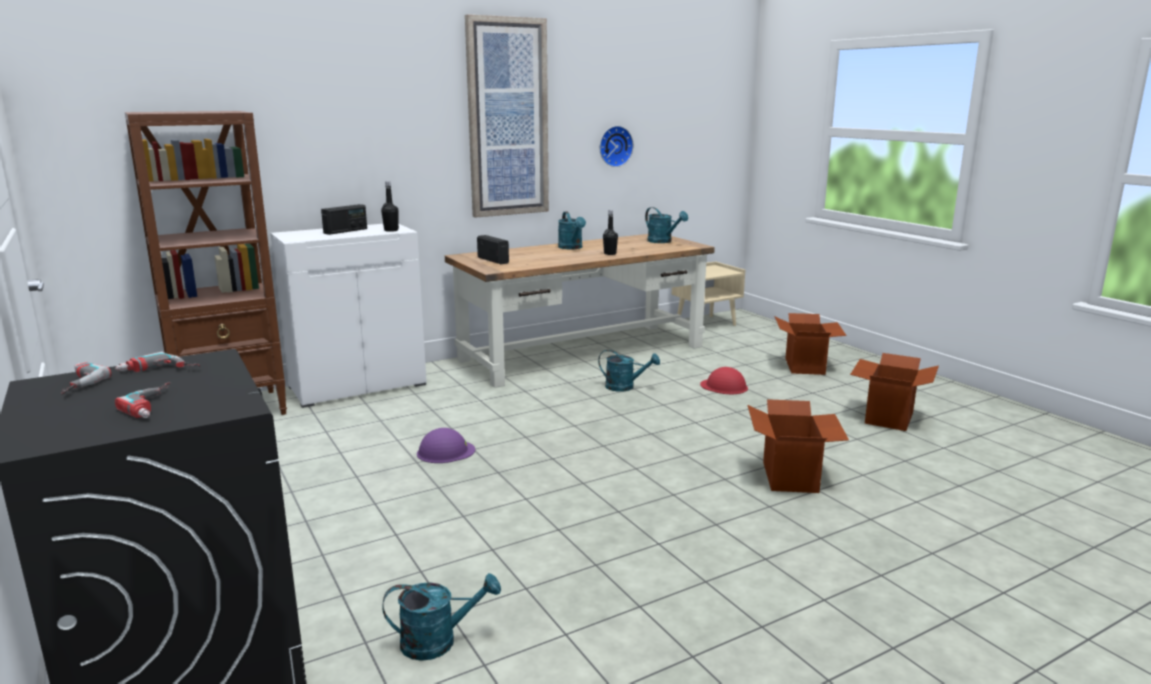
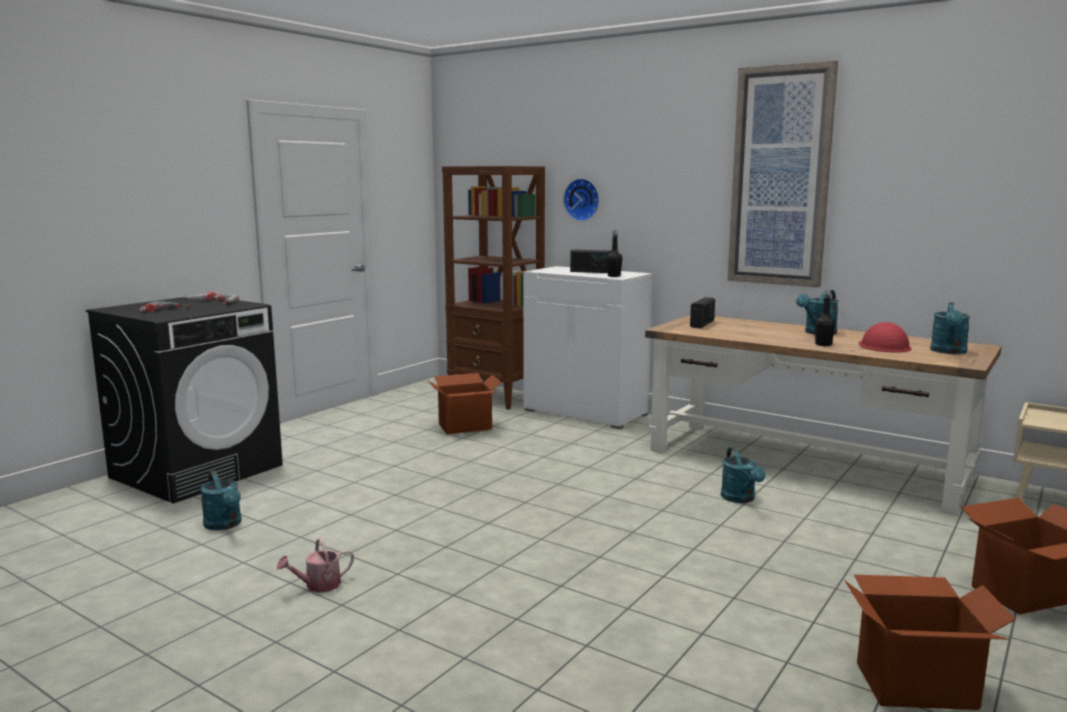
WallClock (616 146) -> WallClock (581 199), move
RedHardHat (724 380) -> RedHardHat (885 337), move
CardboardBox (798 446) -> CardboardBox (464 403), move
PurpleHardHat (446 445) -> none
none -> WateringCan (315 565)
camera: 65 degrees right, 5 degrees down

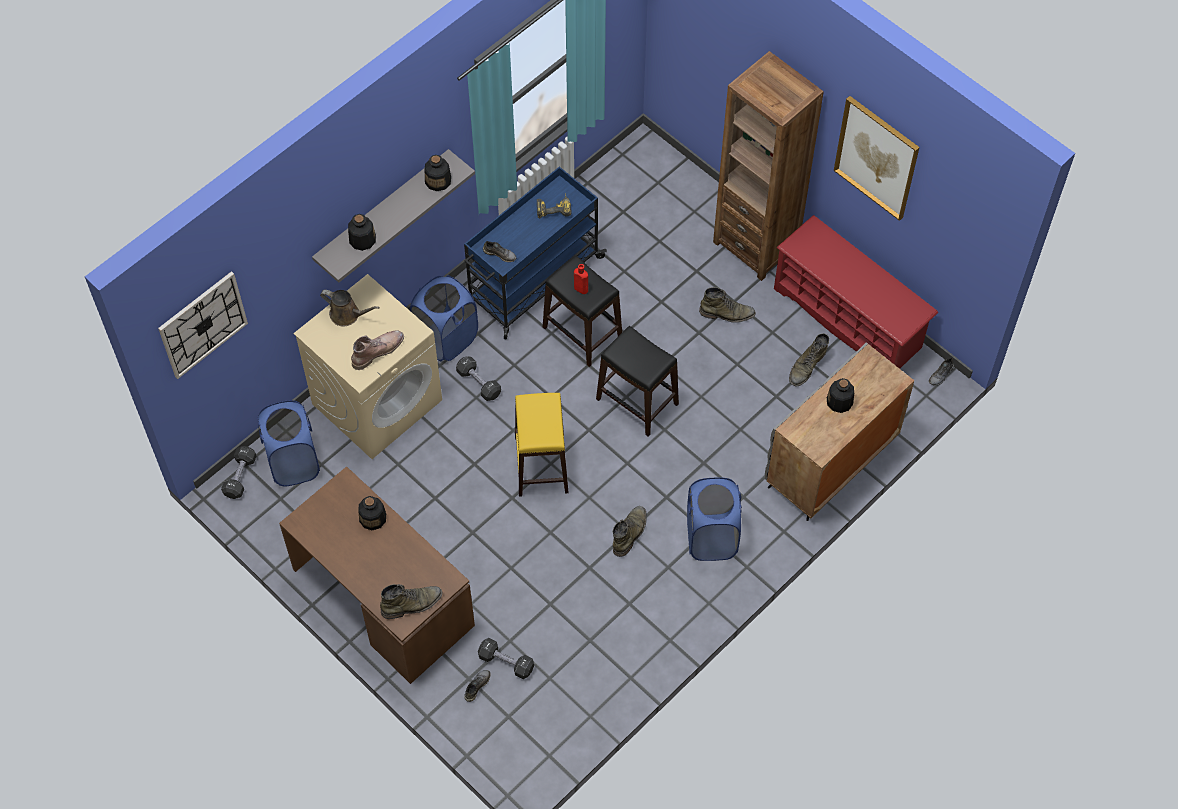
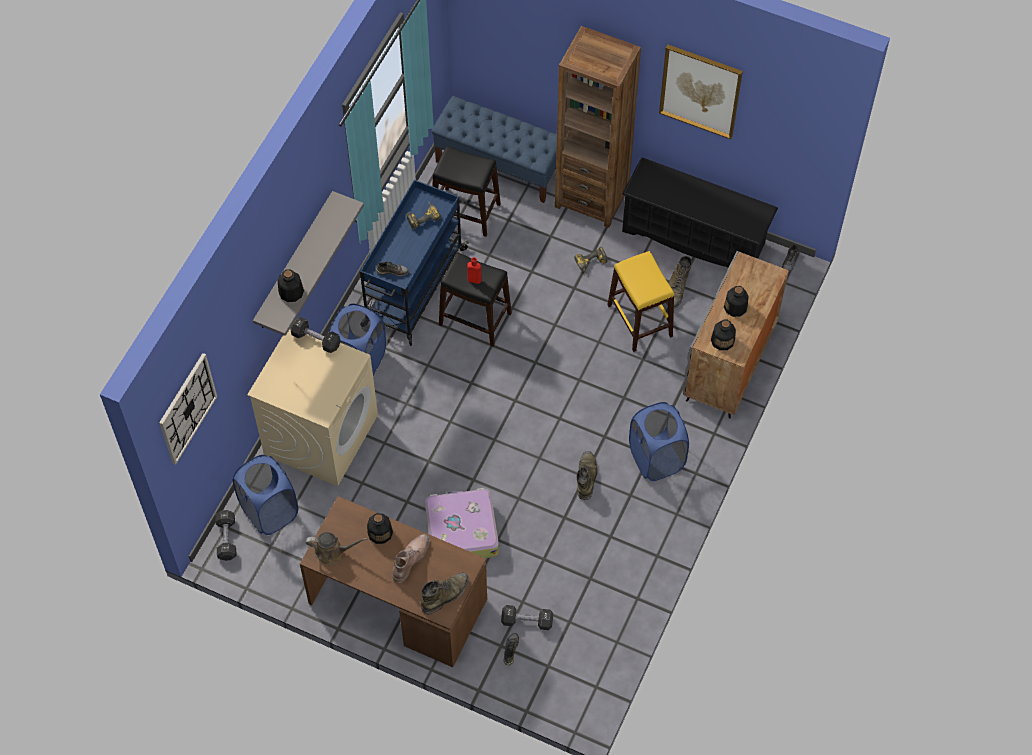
Bottle (438 173) -> Bottle (723 335), move
RedShoeRack (856 292) -> BlackShoeRack (700 212)
GreenBoot (727 305) -> PowerDrill (591 261)
BrownWateringCan (350 308) -> BrownWateringCan (336 548), move
BlackStool (637 381) -> BlackStool (467 191), move
BrownBoot (377 350) -> BrownBoot (411 558), move
BlackDumbbell (478 378) -> BlackDumbbell (315 335), move
YellowStool (542 445) -> YellowStool (641 301), move
none -> BlueBench (494 149)
none -> Suitcase (462 523)
camera: 20 degrees left, 0 degrees up

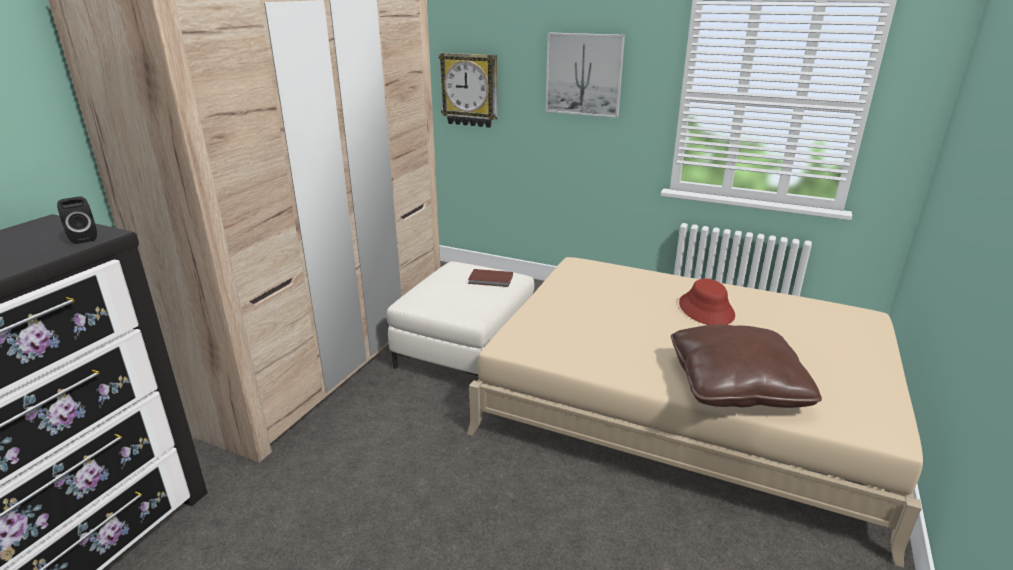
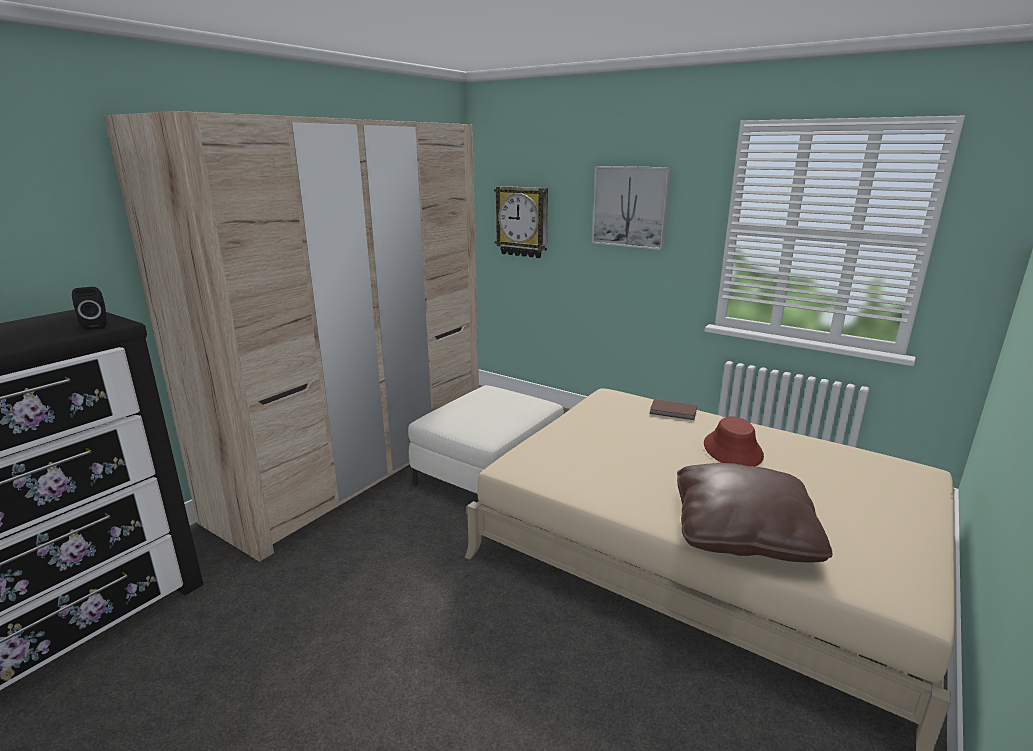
BrownBook (490 278) -> BrownBook (673 409), move
camera: 10 degrees right, 5 degrees down

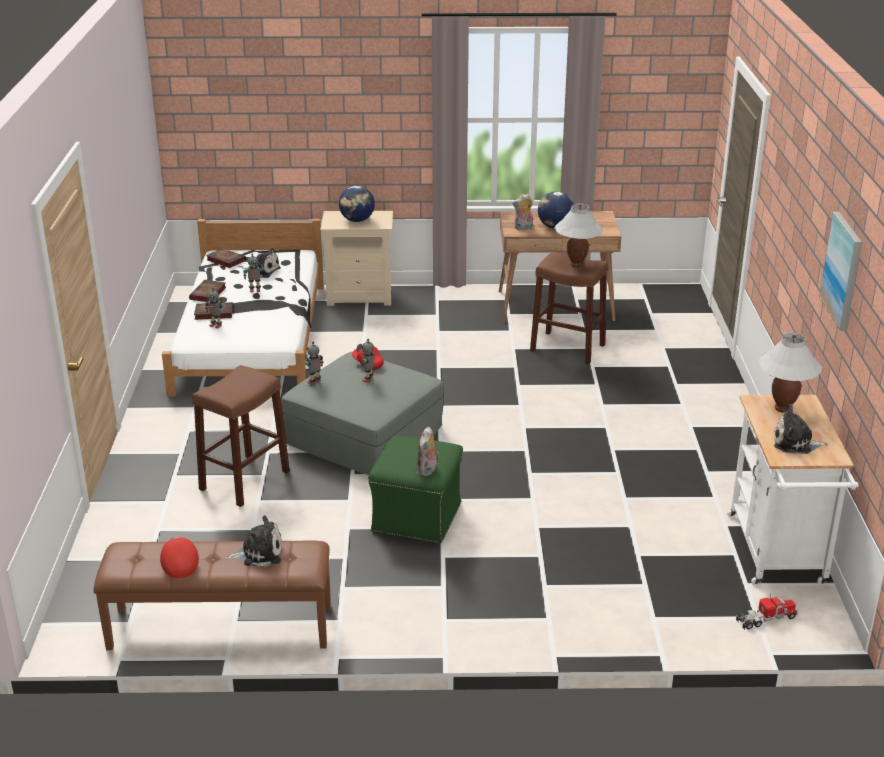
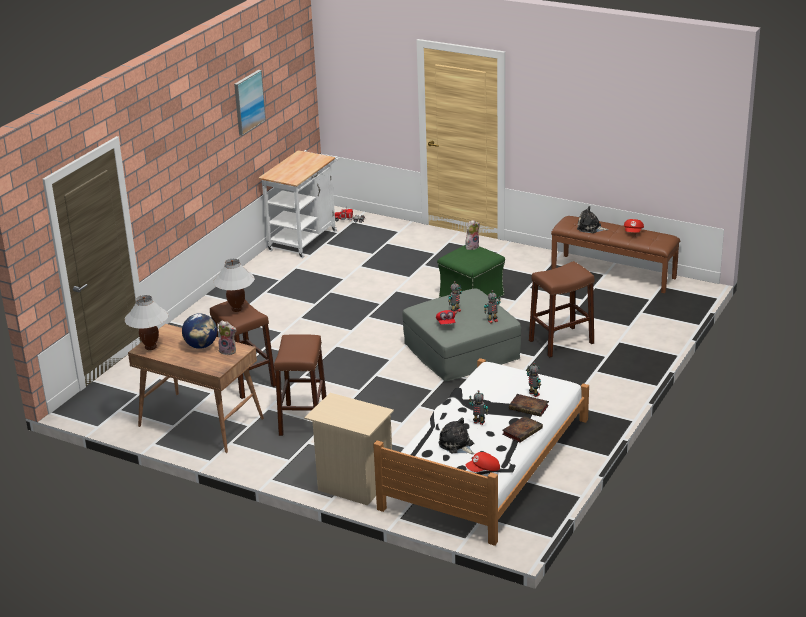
Globe (357 204) -> none
Book (226 258) -> RedCap (483 462)
WhiteTableLamp (790 373) -> WhiteTableLamp (146 322), move
PlushToy (801 429) -> none
none -> BrownStool (300 385)
camera: 150 degrees left, 0 degrees up

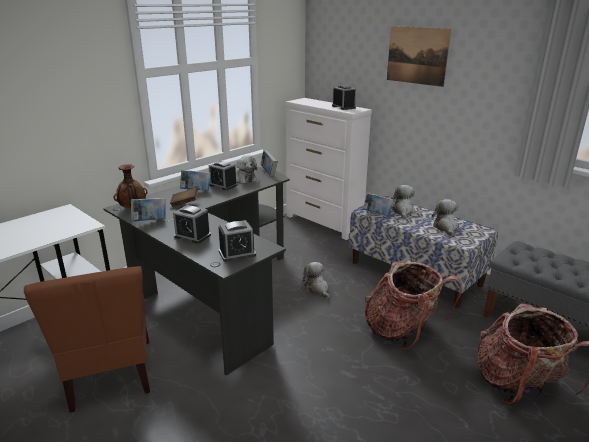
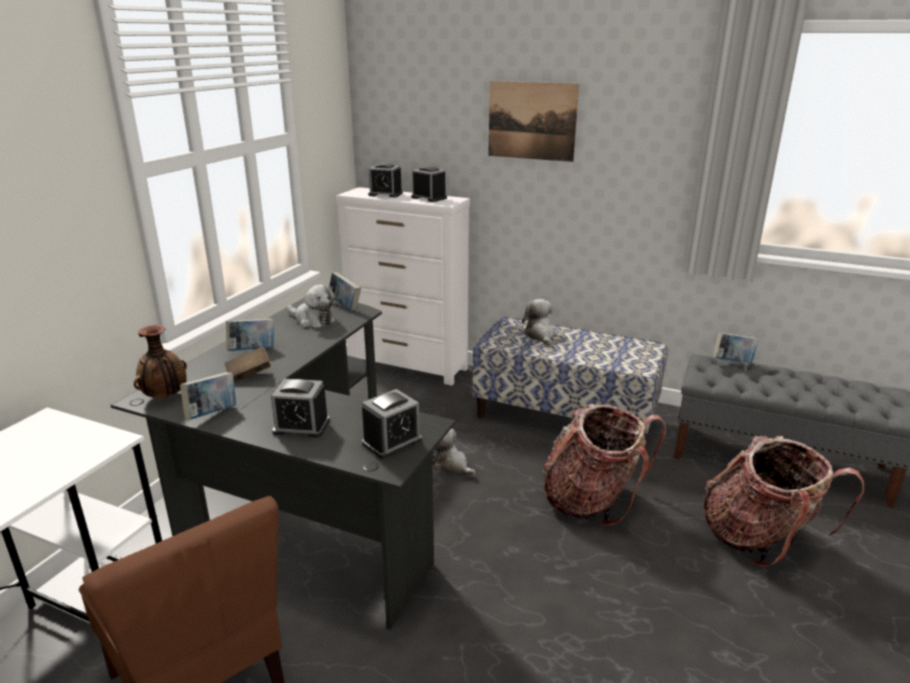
AlarmClock (223 175) -> AlarmClock (385 180), move
Book (378 204) -> Book (736 347), move
PlushToy (445 218) -> none
camera: 20 degrees left, 0 degrees up

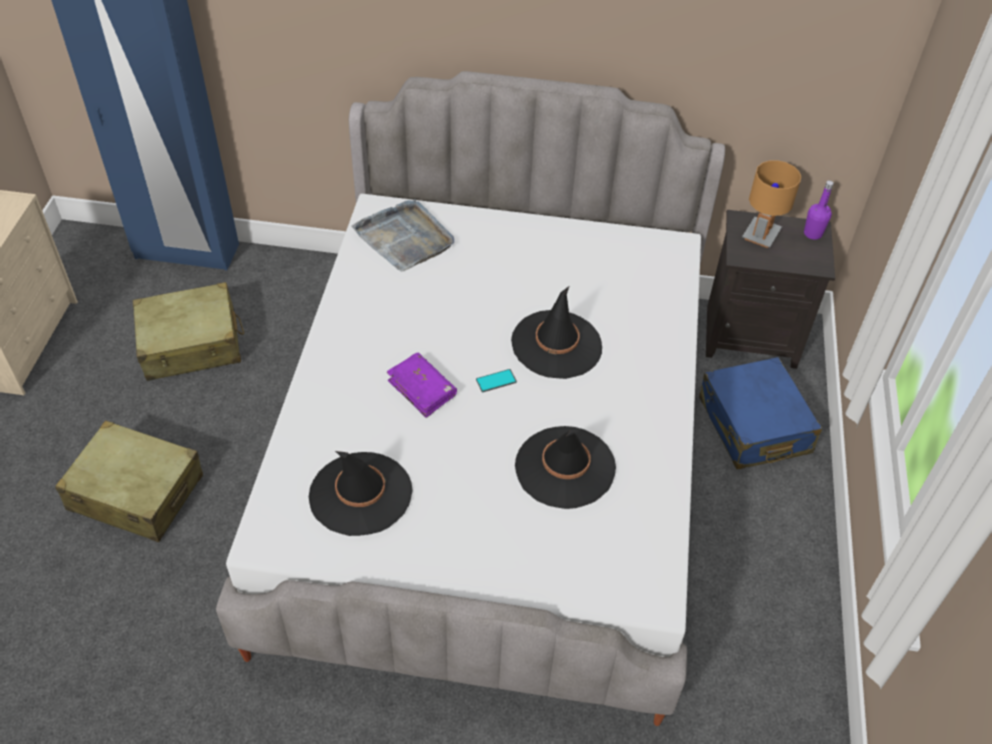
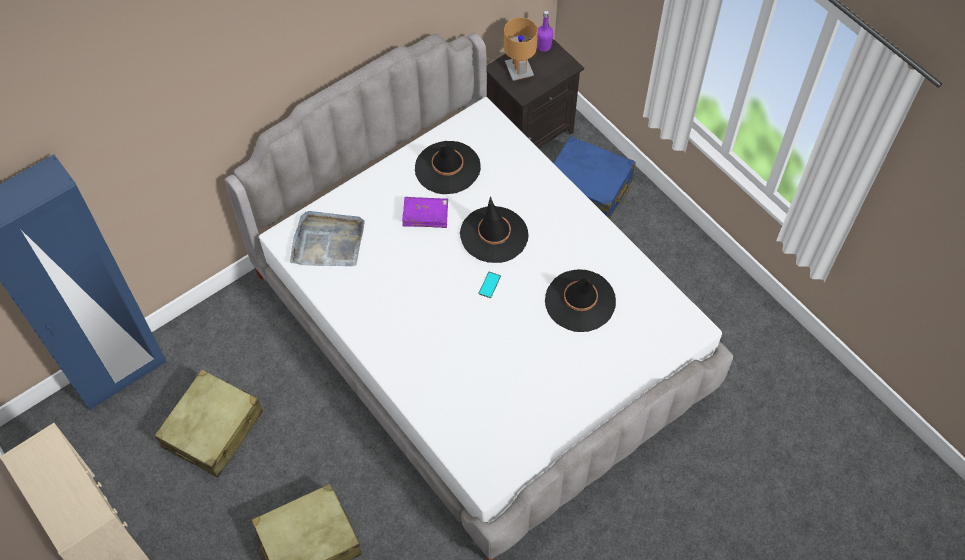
PurpleBook (422 385) -> PurpleBook (425 212), move
BlackHat (361 493) -> BlackHat (448 167), move
camera: 45 degrees left, 10 degrees up

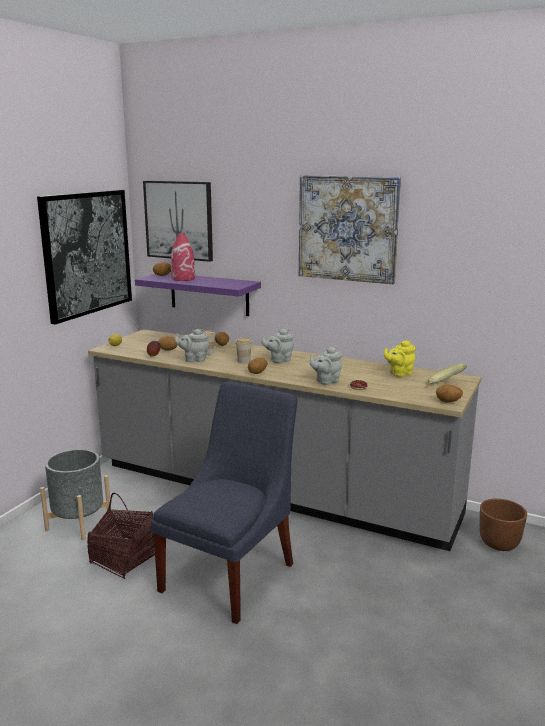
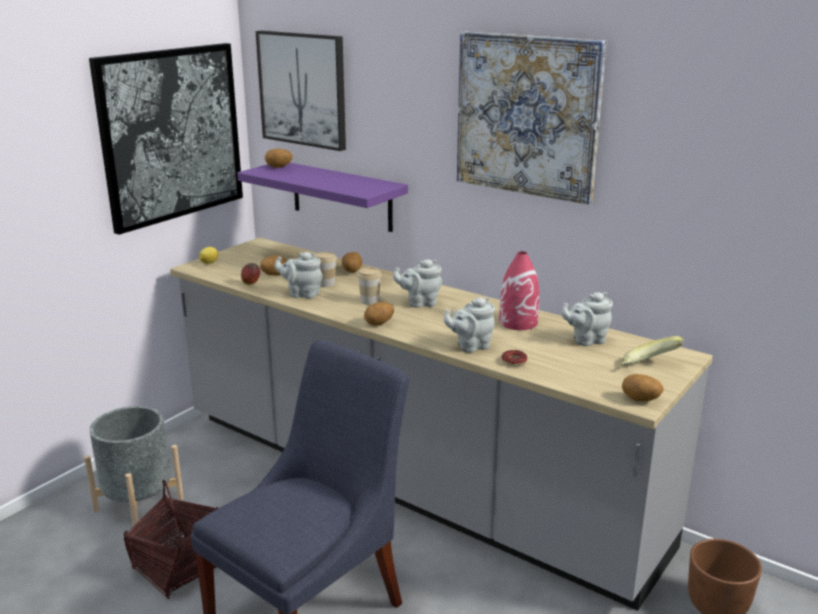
RedVase (183 257) -> RedVase (519 290), move
YellowTeapot (400 358) -> GreyTeapot (587 319)
camera: 10 degrees right, 5 degrees up

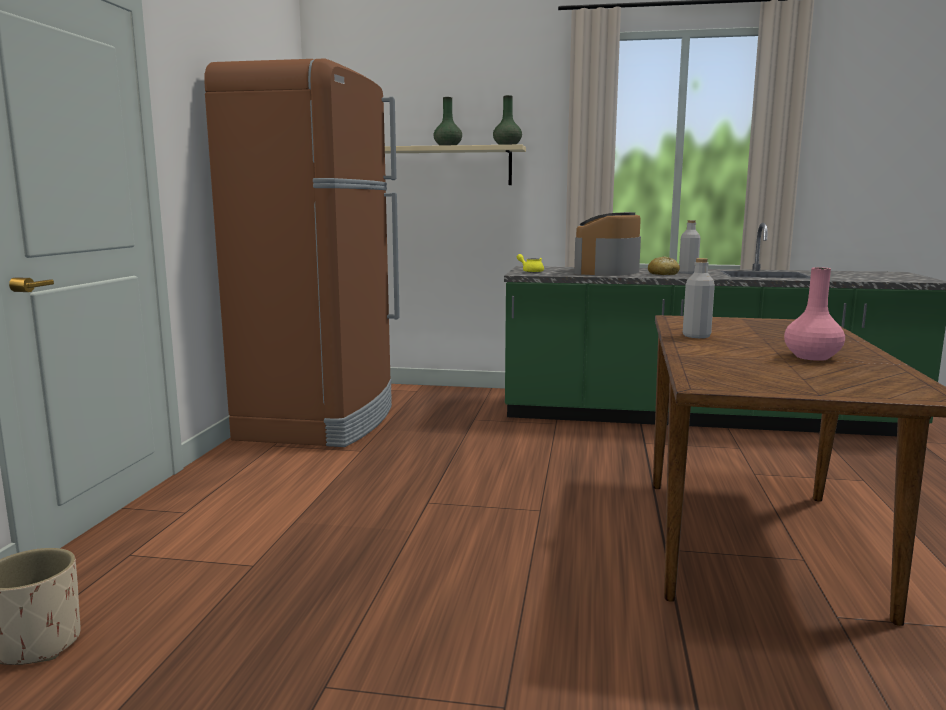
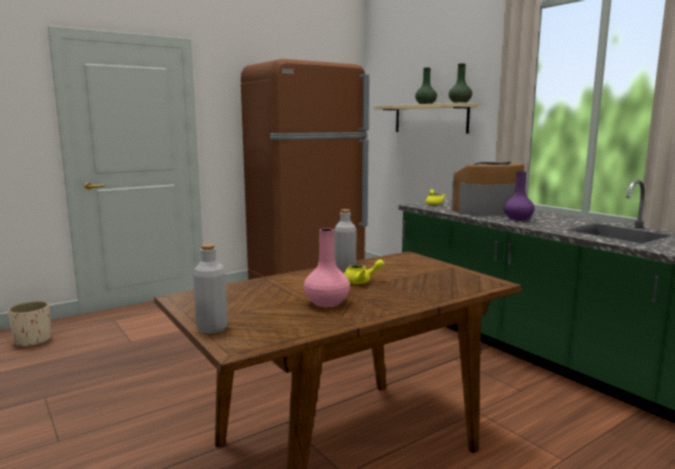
GreyBottle (689 247) -> GreyBottle (210 288), move
Bread (664 266) -> PurpleVase (519 196)
none -> YellowTeapot (364 271)
camera: 45 degrees right, 0 degrees up

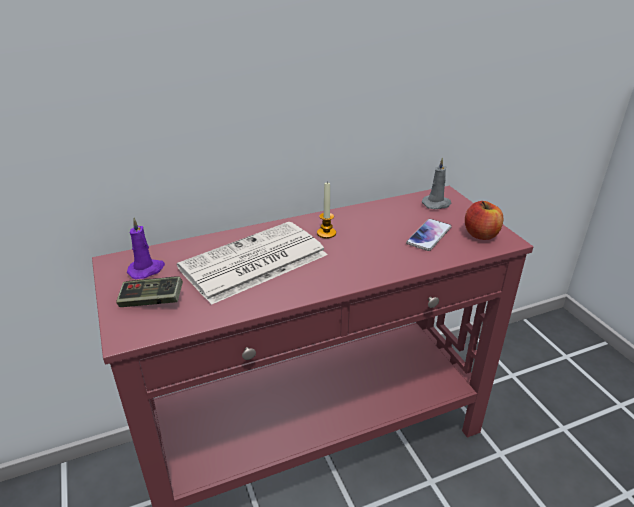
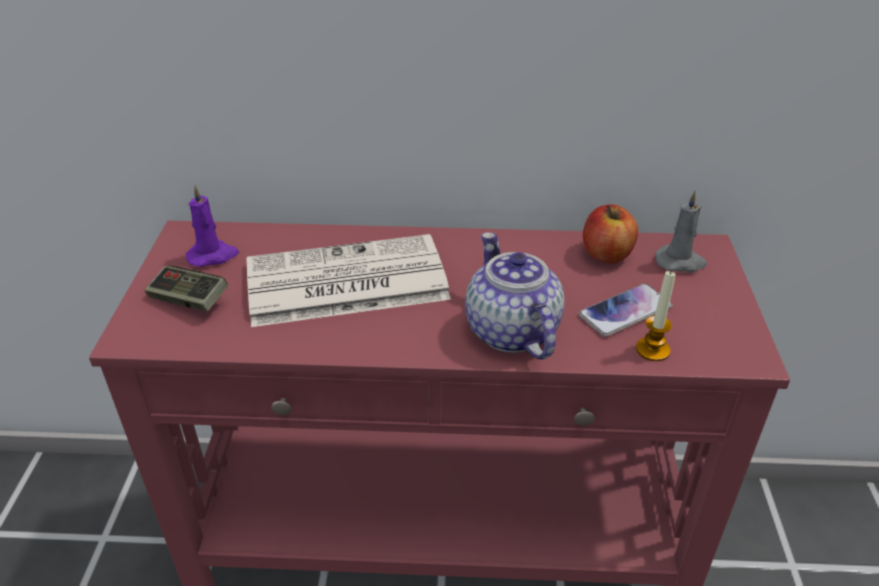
Candle (326 210) -> Candle (656 316), move
Apple (484 220) -> Apple (610 234), move
none -> Teapot (514 296)
camera: 25 degrees right, 5 degrees up

